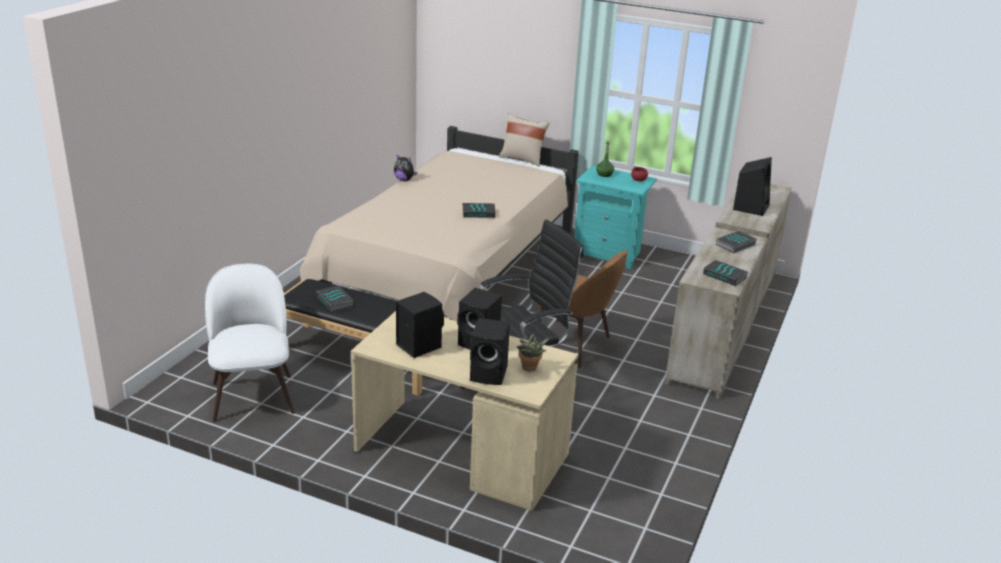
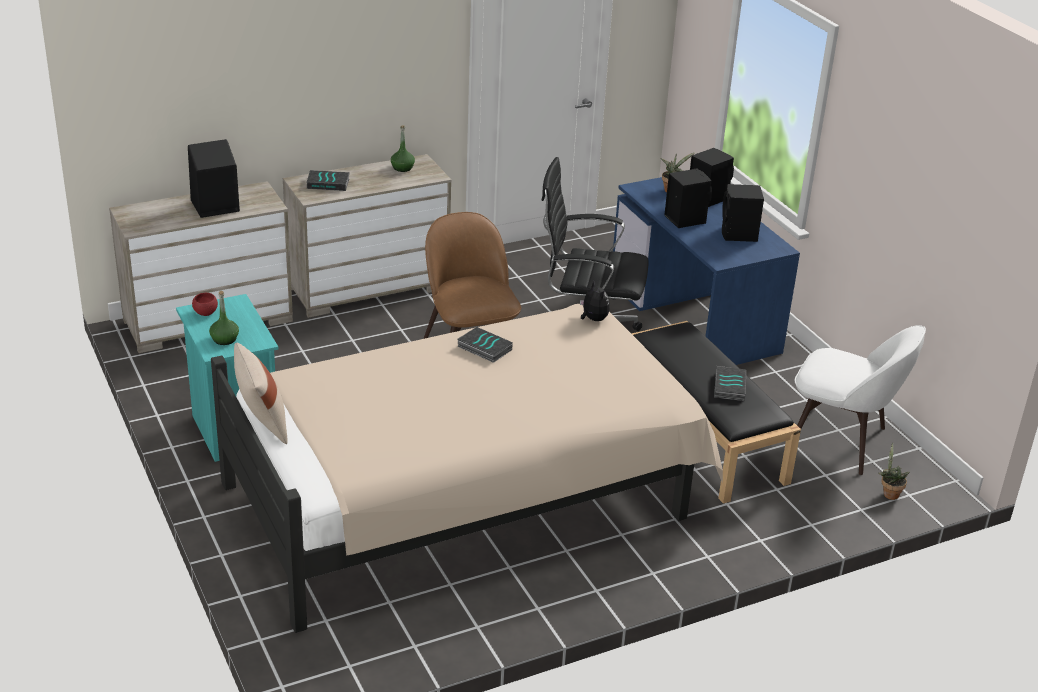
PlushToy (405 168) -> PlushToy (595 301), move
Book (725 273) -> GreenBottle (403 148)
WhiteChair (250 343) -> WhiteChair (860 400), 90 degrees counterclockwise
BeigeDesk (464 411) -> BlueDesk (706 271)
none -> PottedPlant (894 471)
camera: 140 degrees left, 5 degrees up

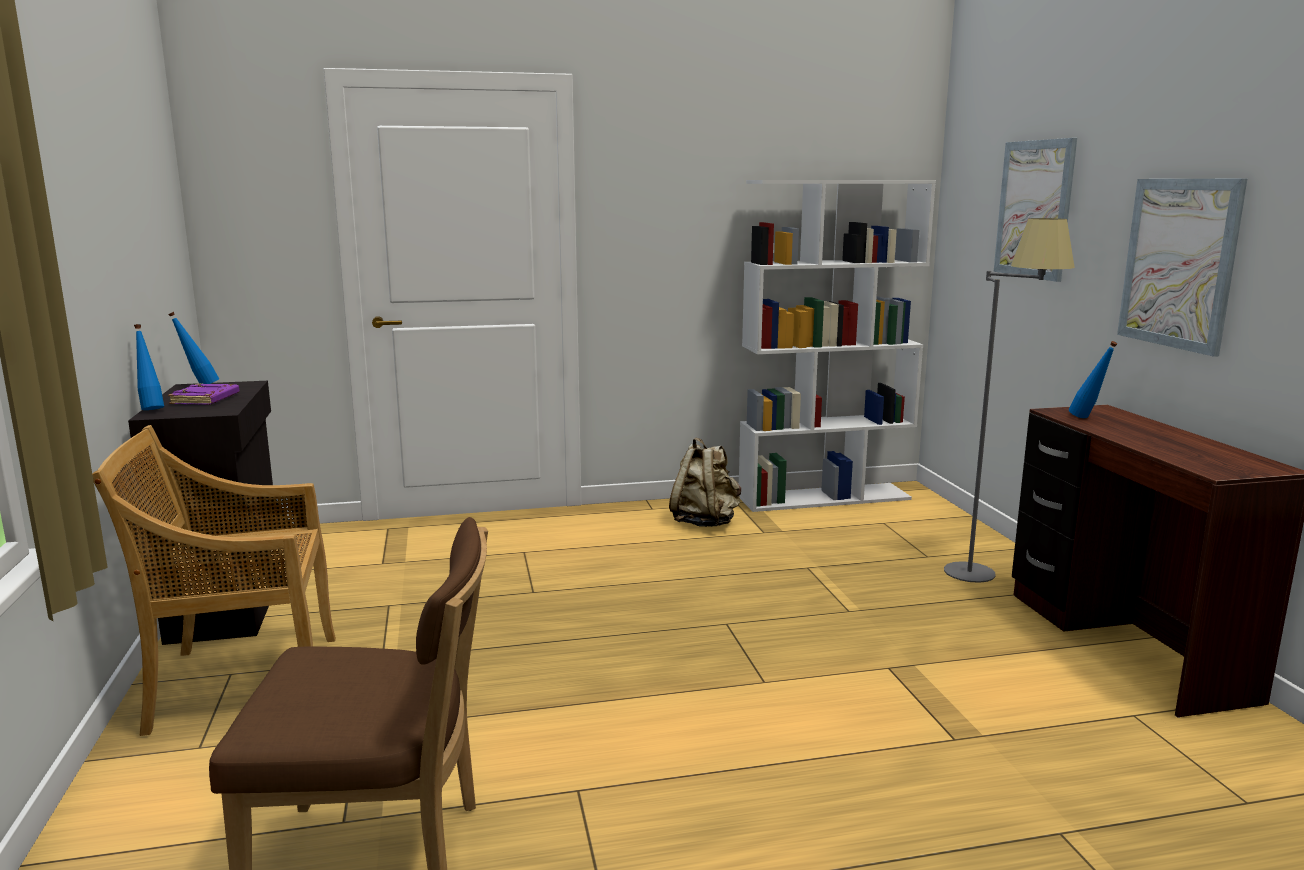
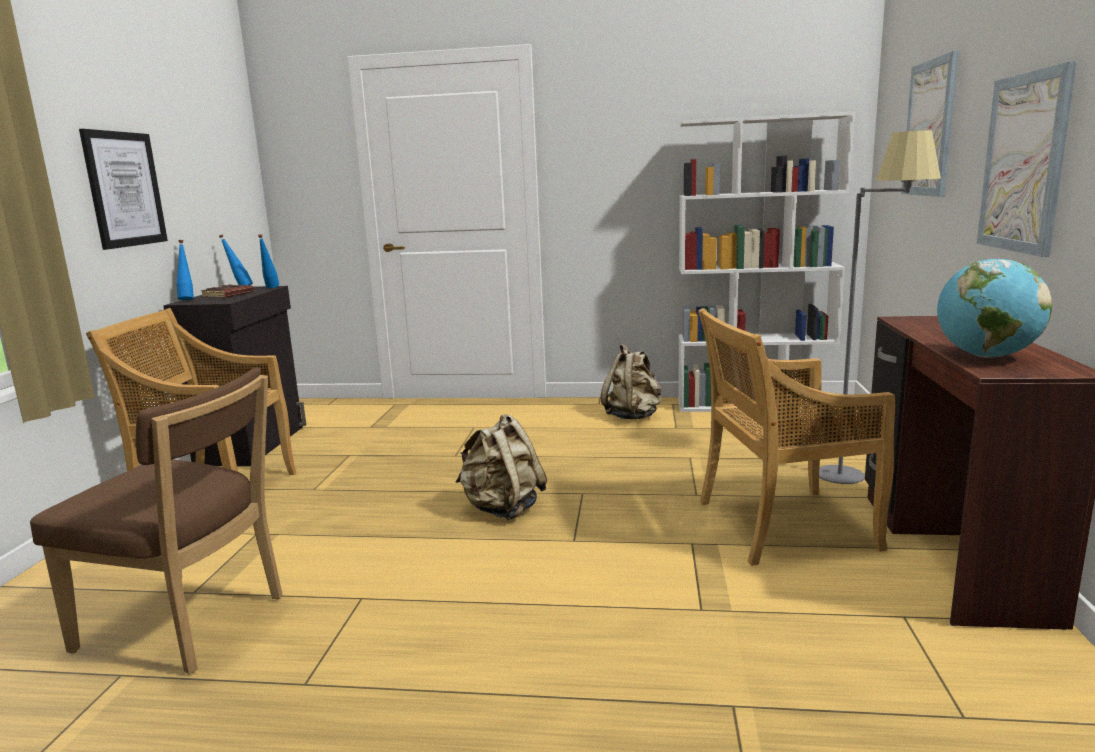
BlueBottle (1093 379) -> BlueBottle (268 261), move
PurpleBook (203 394) -> BrownBook (227 291)
none -> Picture (123 189)
none -> Globe (994 308)
none -> BeigeChair (796 437)
none -> BeigeBackpack (501 467)
camera: 20 degrees right, 0 degrees up

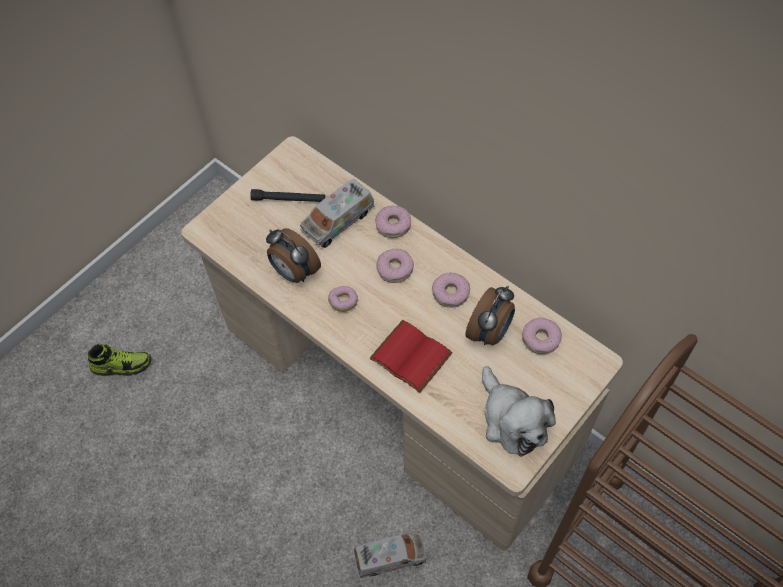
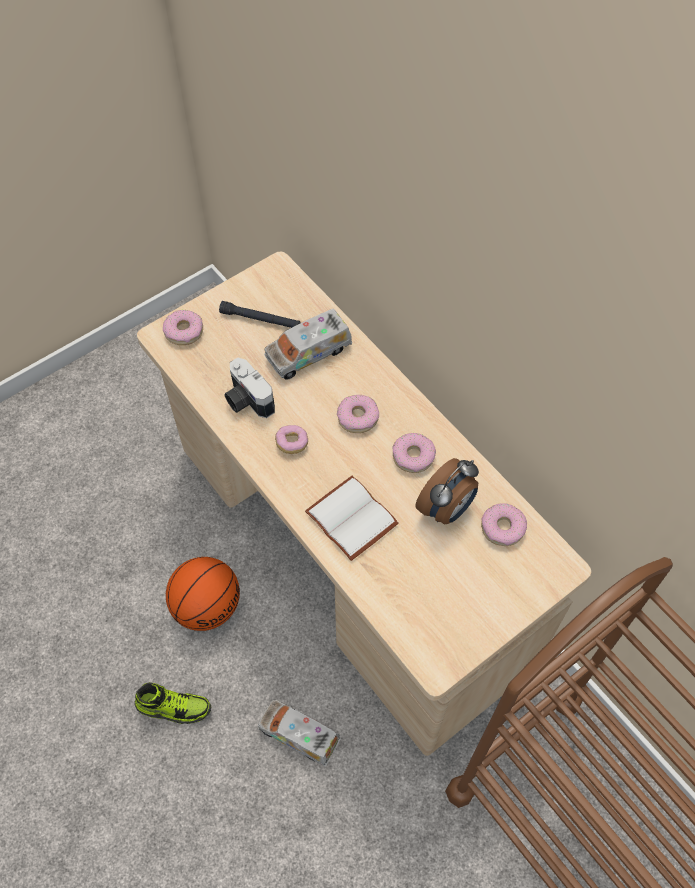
Donut (393 222) -> Donut (183 327), move
AlarmClock (293 255) -> PhotoCamera (249 388)
RedBook (411 356) -> WhiteBook (352 518)
Shoe (120 360) -> Shoe (173 703), move
PlushToy (519 411) -> none
ToyTruck (390 555) -> ToyTruck (299 733), 150 degrees counterclockwise
none -> Basketball (203 594)
camera: 10 degrees right, 0 degrees up

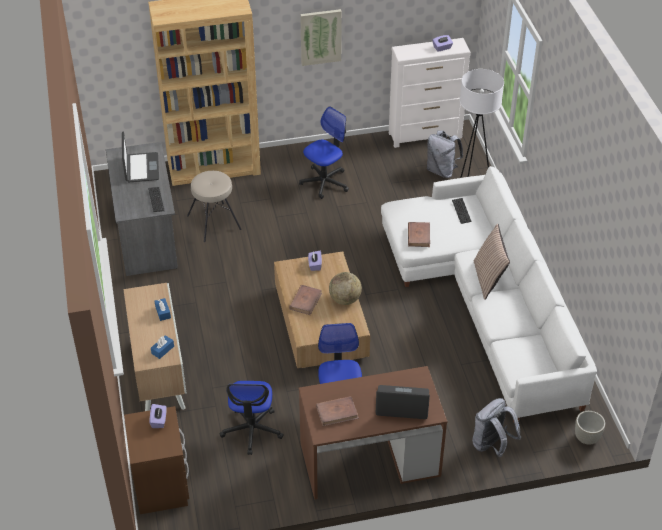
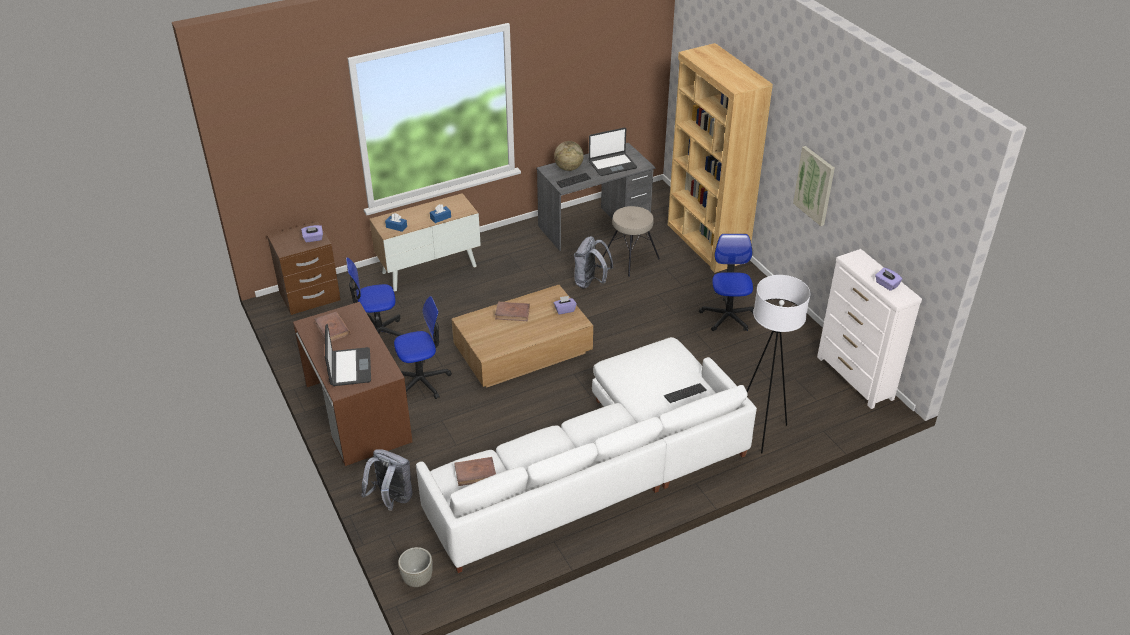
OfficeChair (324 153) -> OfficeChair (726 282), 120 degrees counterclockwise
GreyBackpack (445 154) -> GreyBackpack (593 262), move
BrownBook (419 234) -> BrownBook (475 471), move
Pillow (492 261) -> none
Globe (345 288) -> Globe (569 156), move
camera: 75 degrees right, 5 degrees down

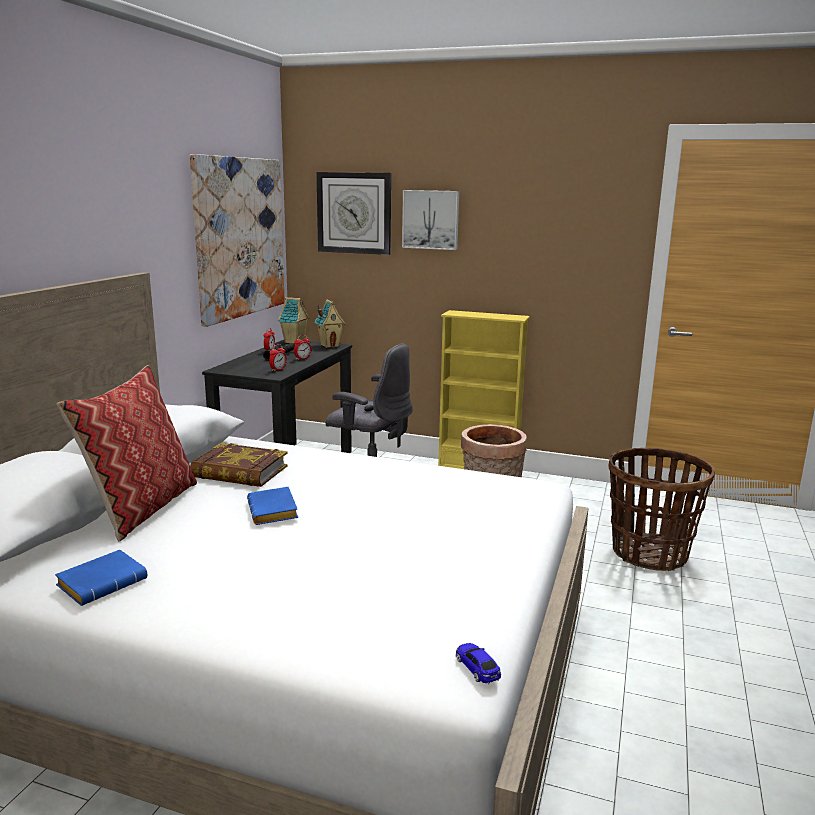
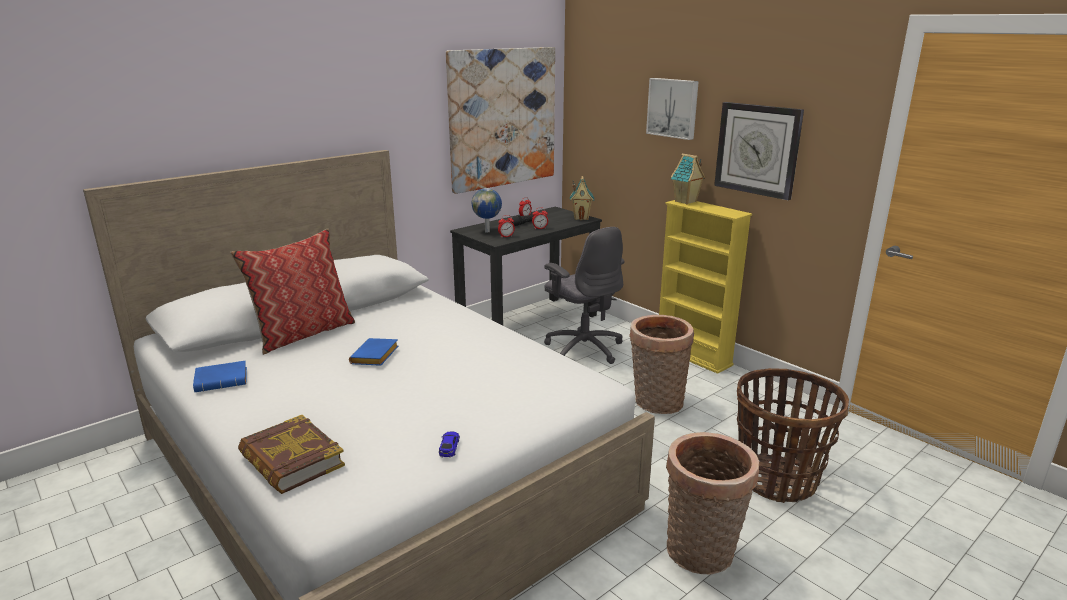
WallClock (353 213) -> WallClock (759 151), move
ToyHouse (293 320) -> ToyHouse (688 178), move
Book (238 465) -> Book (291 454), move
ToyCar (478 663) -> ToyCar (449 445), move
none -> Globe (487 210)
none -> Basket (712 503)
camera: 30 degrees right, 5 degrees up

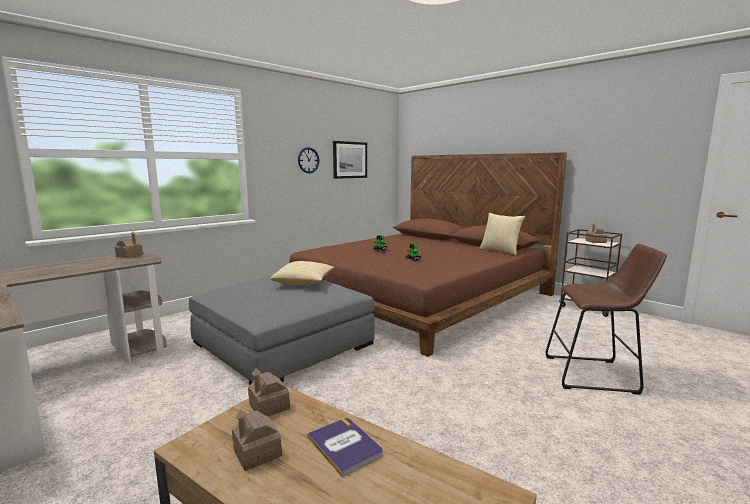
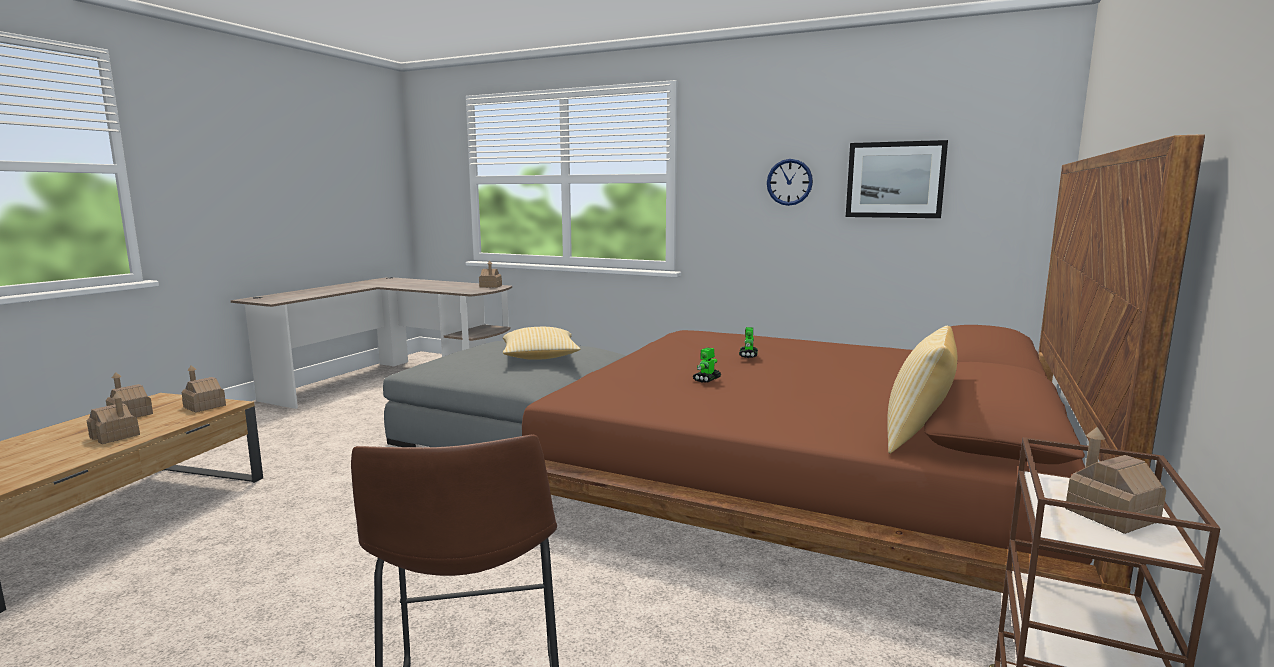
Book (345 447) -> ToyHouse (113 418)
camera: 70 degrees right, 0 degrees up

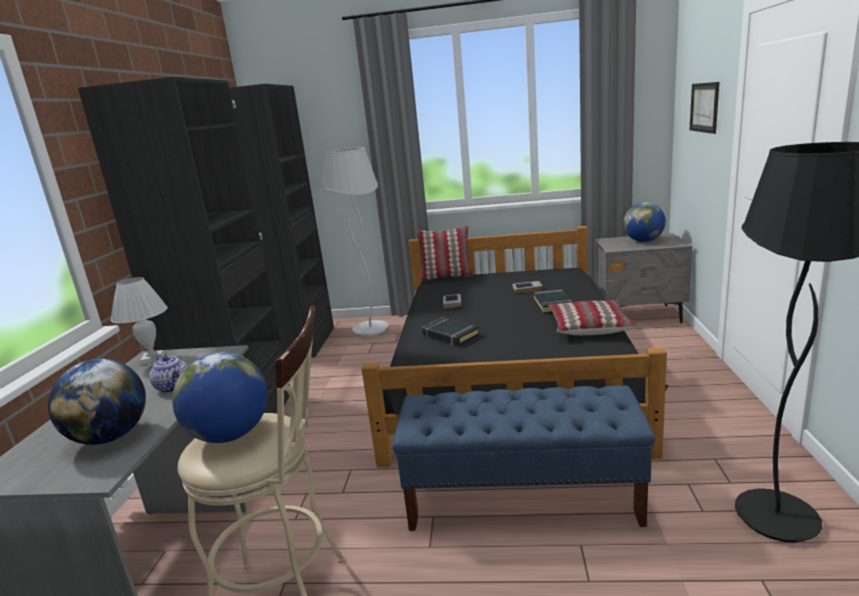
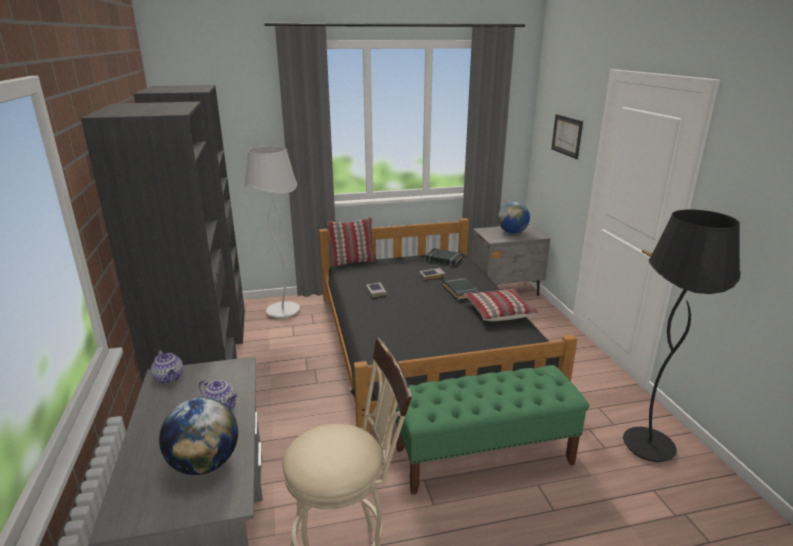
WhiteTableLamp (139 321) -> Teapot (167 367)
BlackBook (451 331) -> BlackBook (444 257), move
Globe (220 397) -> none
BlueBench (524 458) -> GreenBench (492 430)
camera: 20 degrees left, 5 degrees up

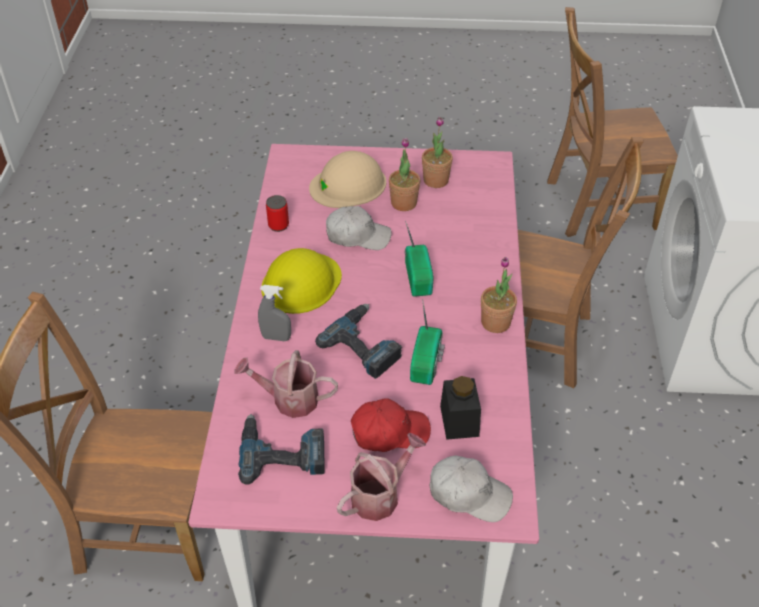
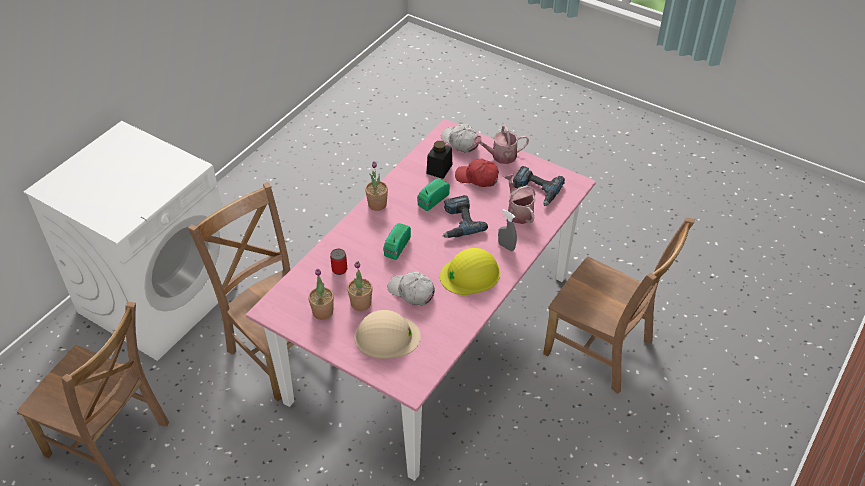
Can (277 213) -> Can (338 262), move
WateringCan (286 384) -> WateringCan (520 199), 150 degrees counterclockwise
camera: 150 degrees left, 0 degrees up

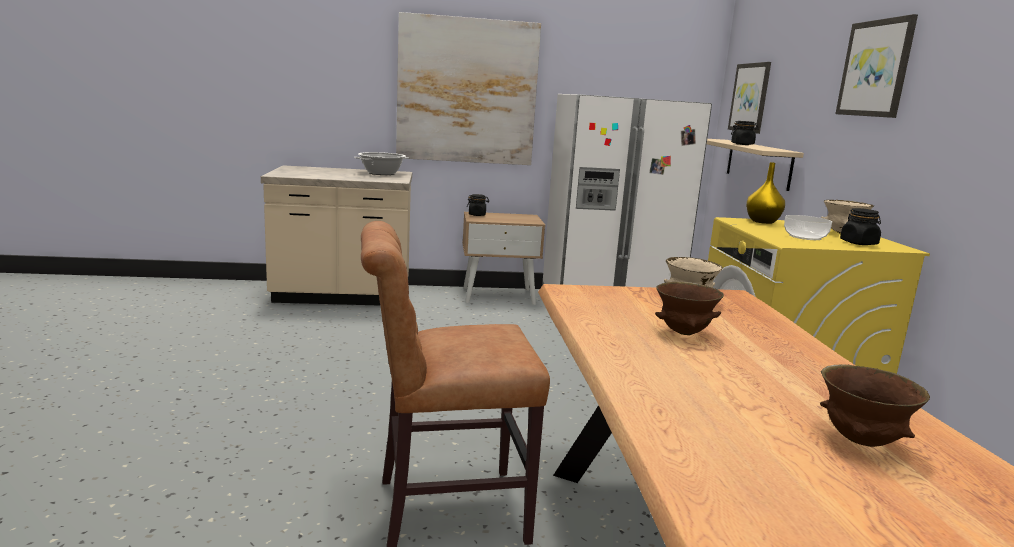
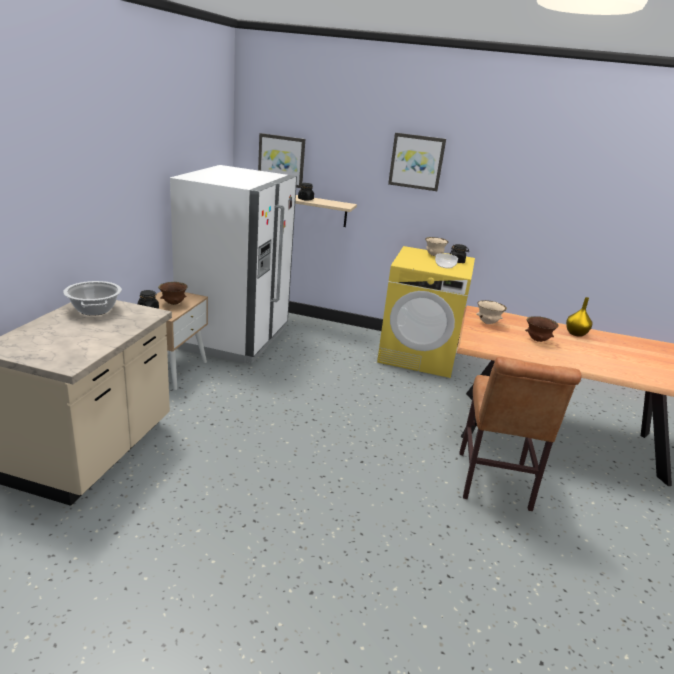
Picture (468 88) -> none
YellowVase (765 193) -> YellowVase (579 317), move
BrownBowl (875 405) -> BrownBowl (172 293), move
camera: 70 degrees left, 10 degrees up

